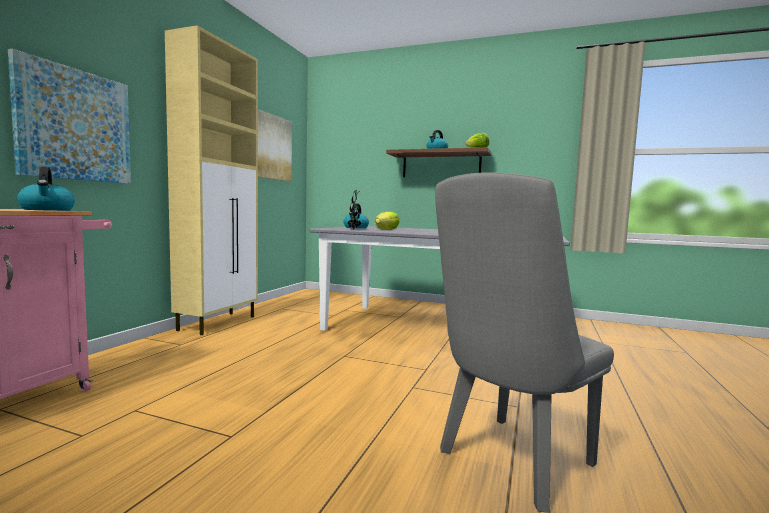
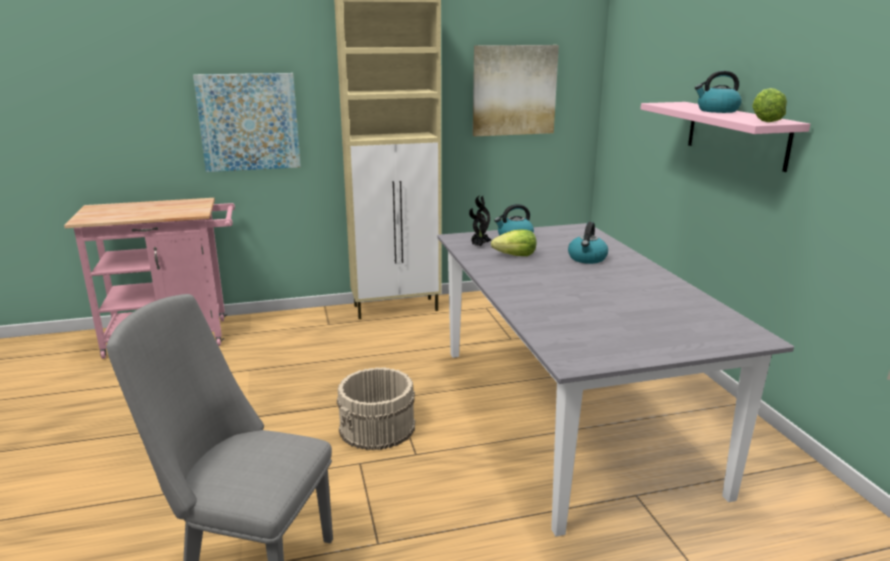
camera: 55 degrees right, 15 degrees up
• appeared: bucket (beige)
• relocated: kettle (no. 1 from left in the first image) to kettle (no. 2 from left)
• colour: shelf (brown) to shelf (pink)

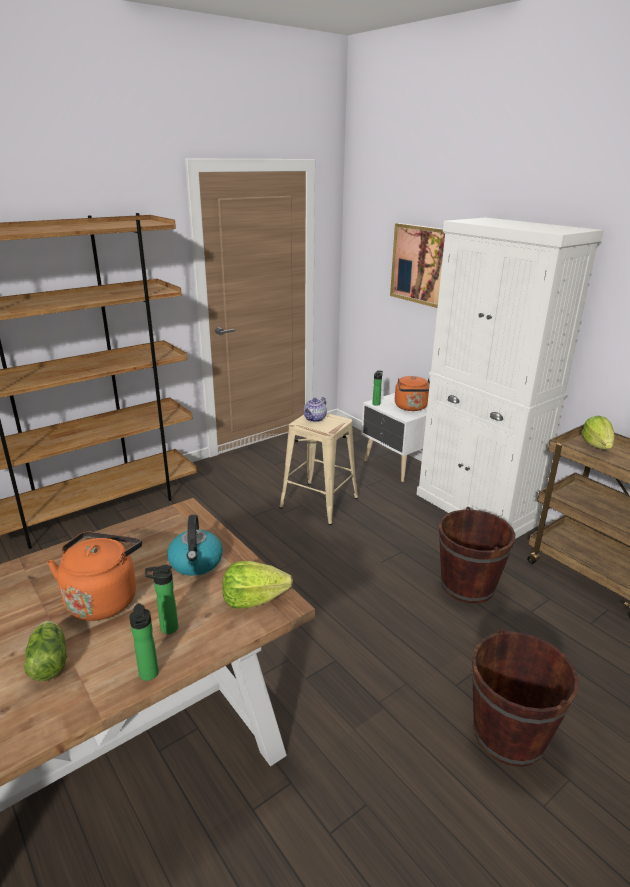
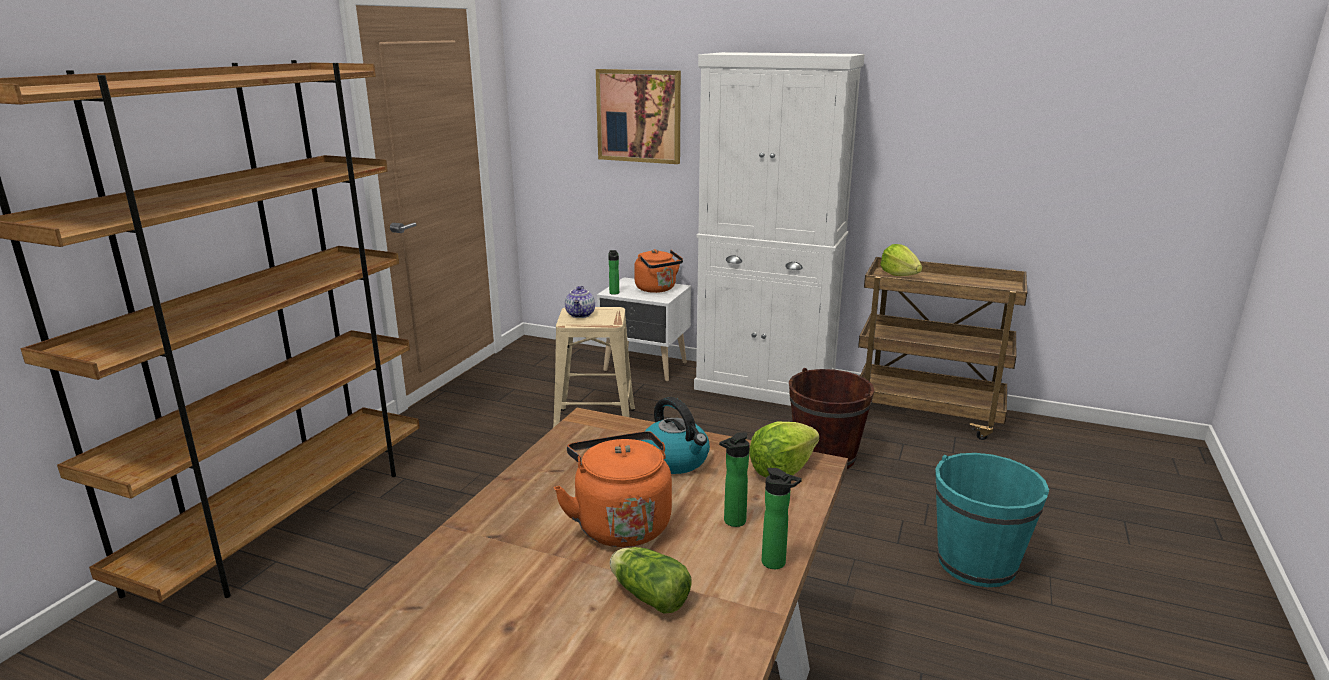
camera: 30 degrees left, 5 degrees down
• colour: bucket (brown) (no. 2 from left) to bucket (turquoise)

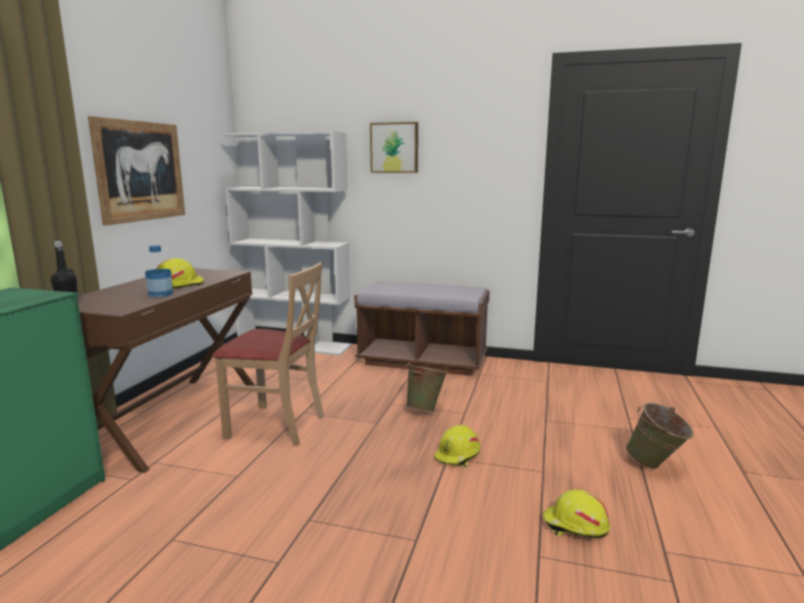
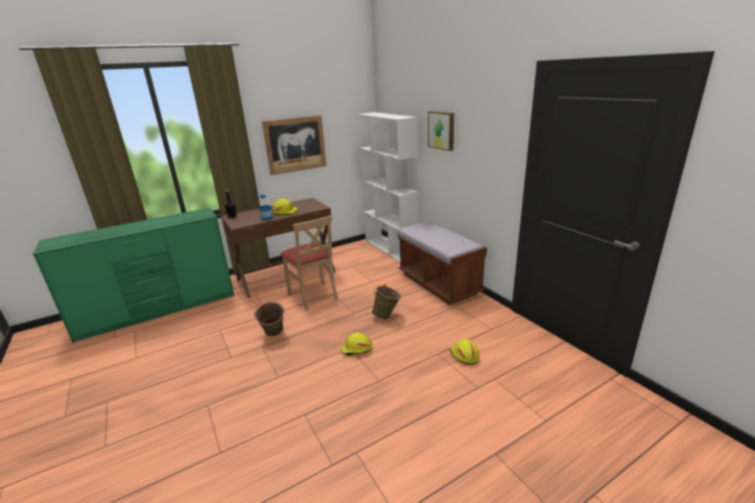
camera: 45 degrees right, 10 degrees up
• relocated: hard hat (yellow) (no. 3 from left)
• relocated: bucket (green) (no. 2 from left in the first image) to bucket (green) (no. 1 from left)

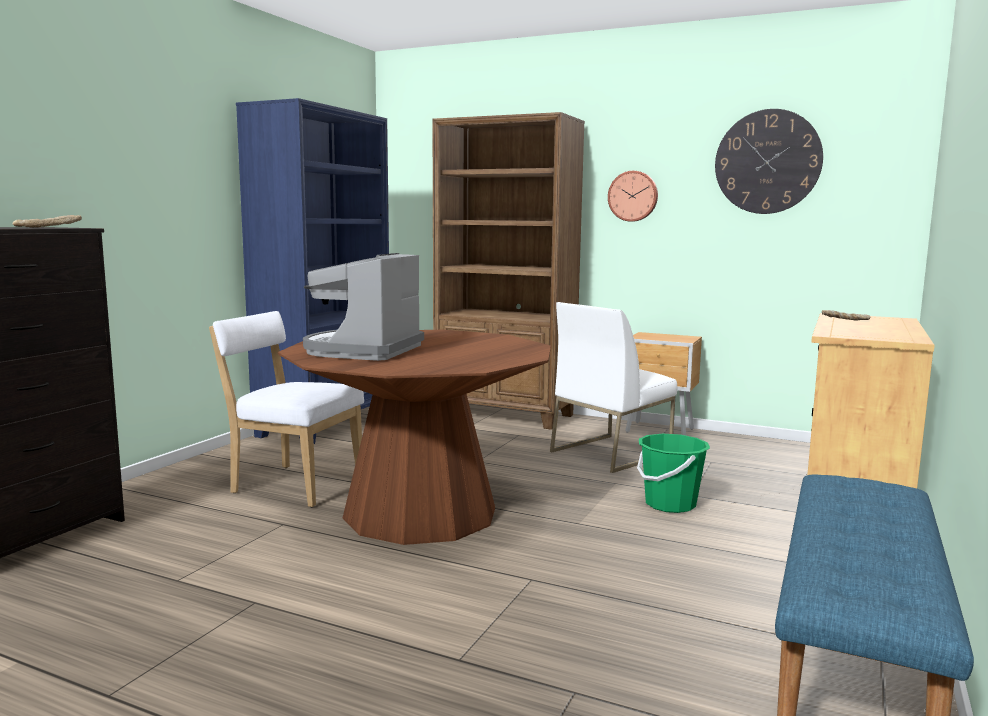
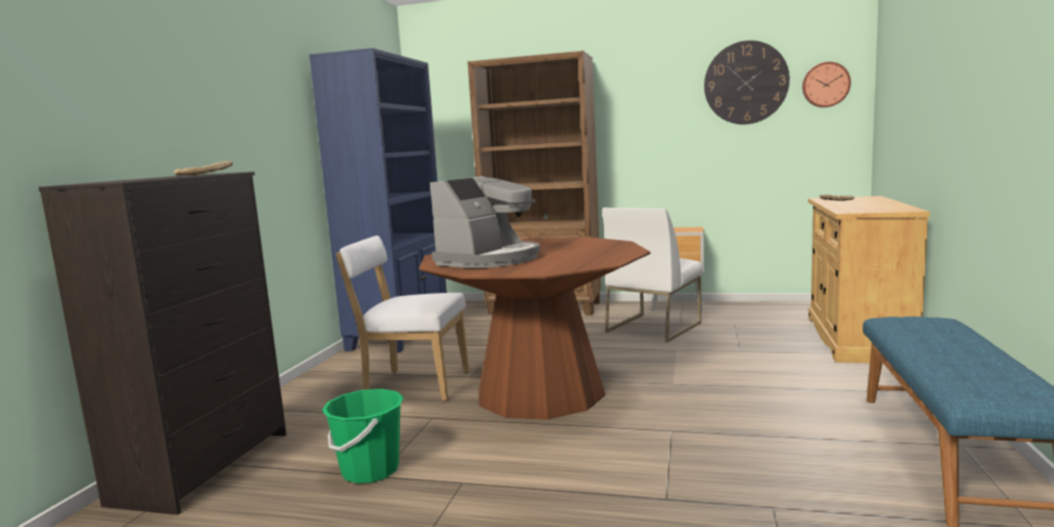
camera: 10 degrees left, 0 degrees up
• relocated: wall clock (no. 1 from left in the first image) to wall clock (no. 2 from left)
• relocated: bucket (green)
• spun: coffee machine 150 degrees counterclockwise

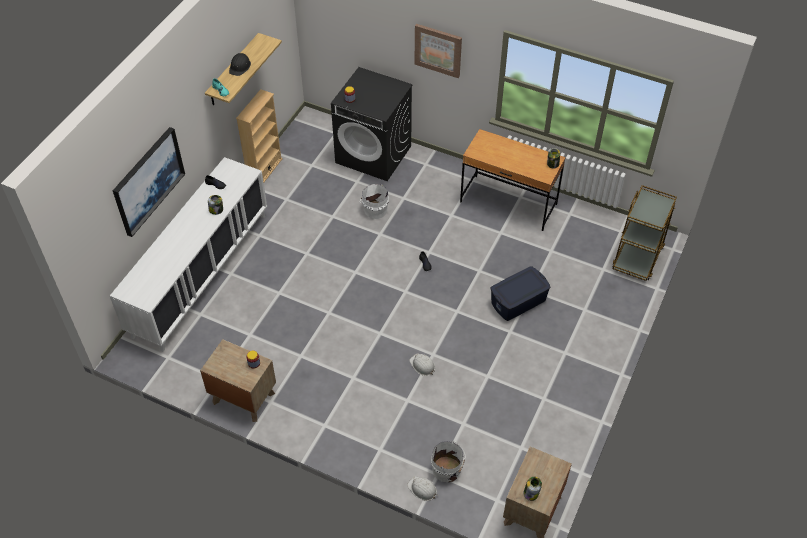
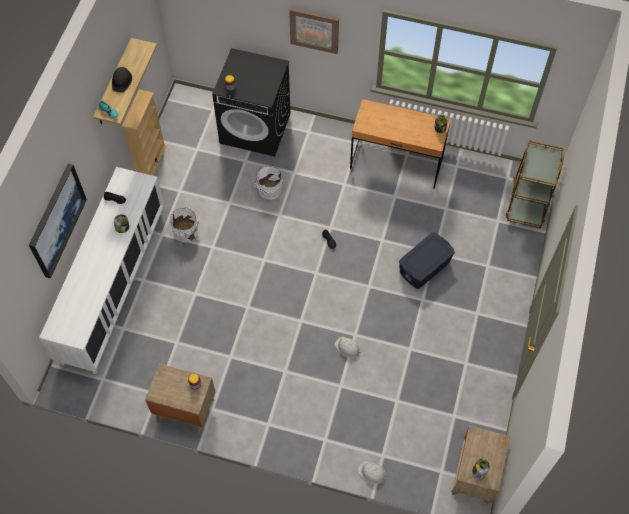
camera: 10 degrees left, 10 degrees up
• relocated: bucket (white) (no. 2 from left in the first image) to bucket (white) (no. 1 from left)

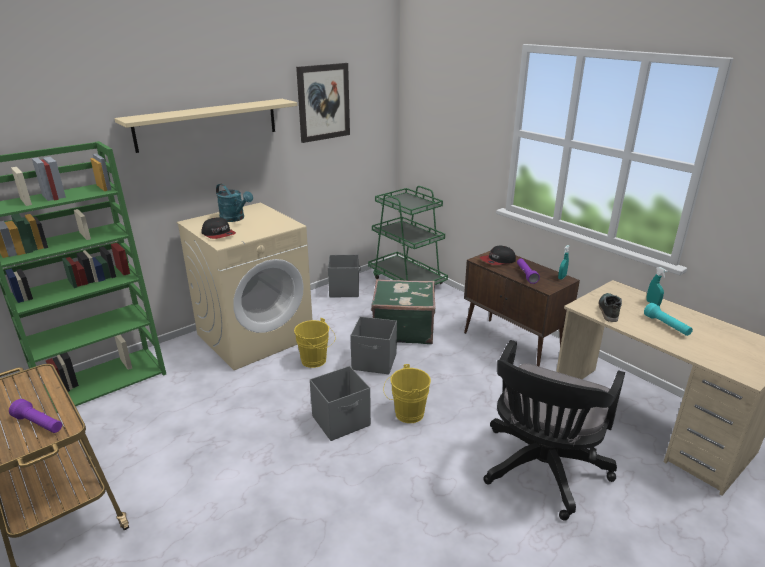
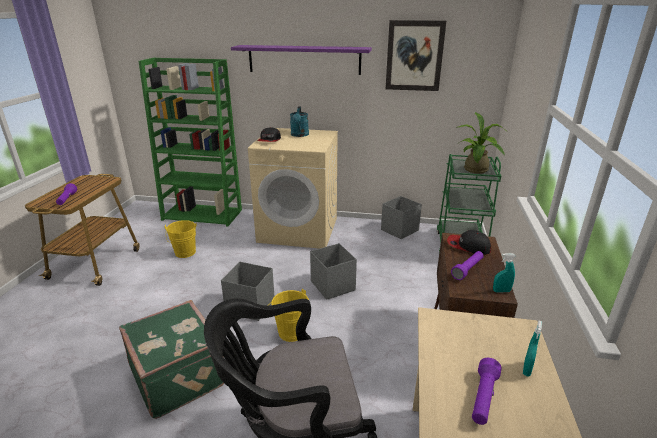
camera: 50 degrees right, 0 degrees up
• missing: shoe
• appeared: potted plant
• relocated: bucket (yellow) (no. 1 from left)
• relocated: suitcase (green)
• colour: shelf (beige) to shelf (purple)
• colour: flashlight (turquoise) to flashlight (purple) (no. 3 from left)

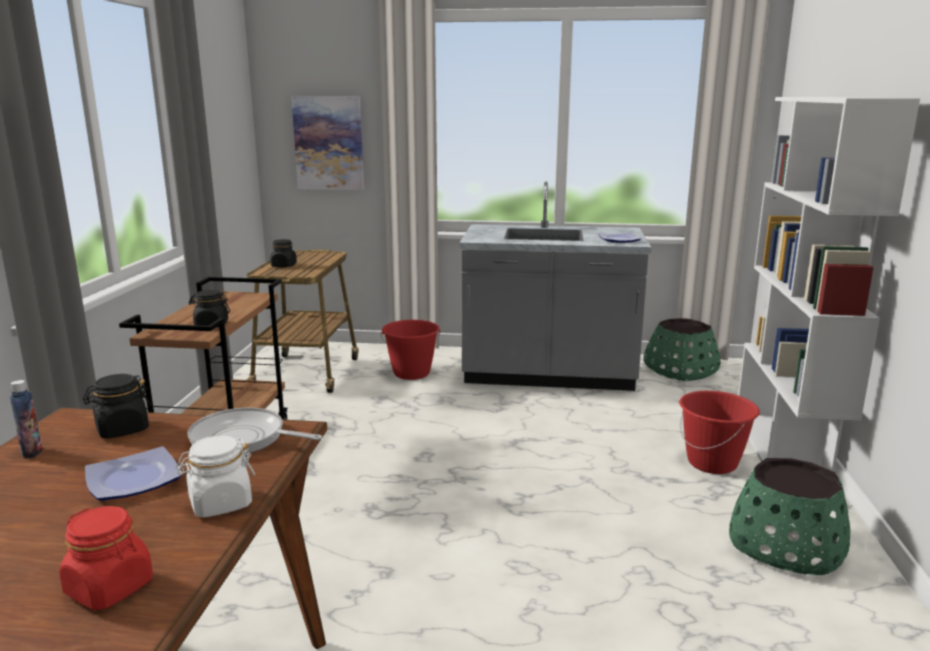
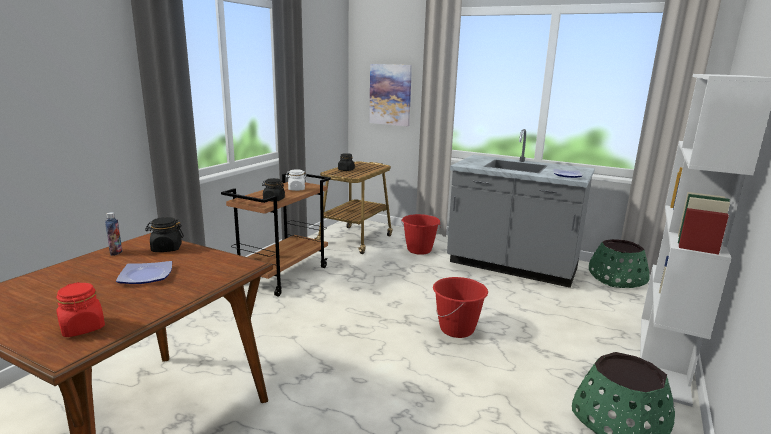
camera: 20 degrees right, 0 degrees up
• missing: frying pan
• relocated: jar (white)
• relocated: bucket (red) (no. 2 from left)

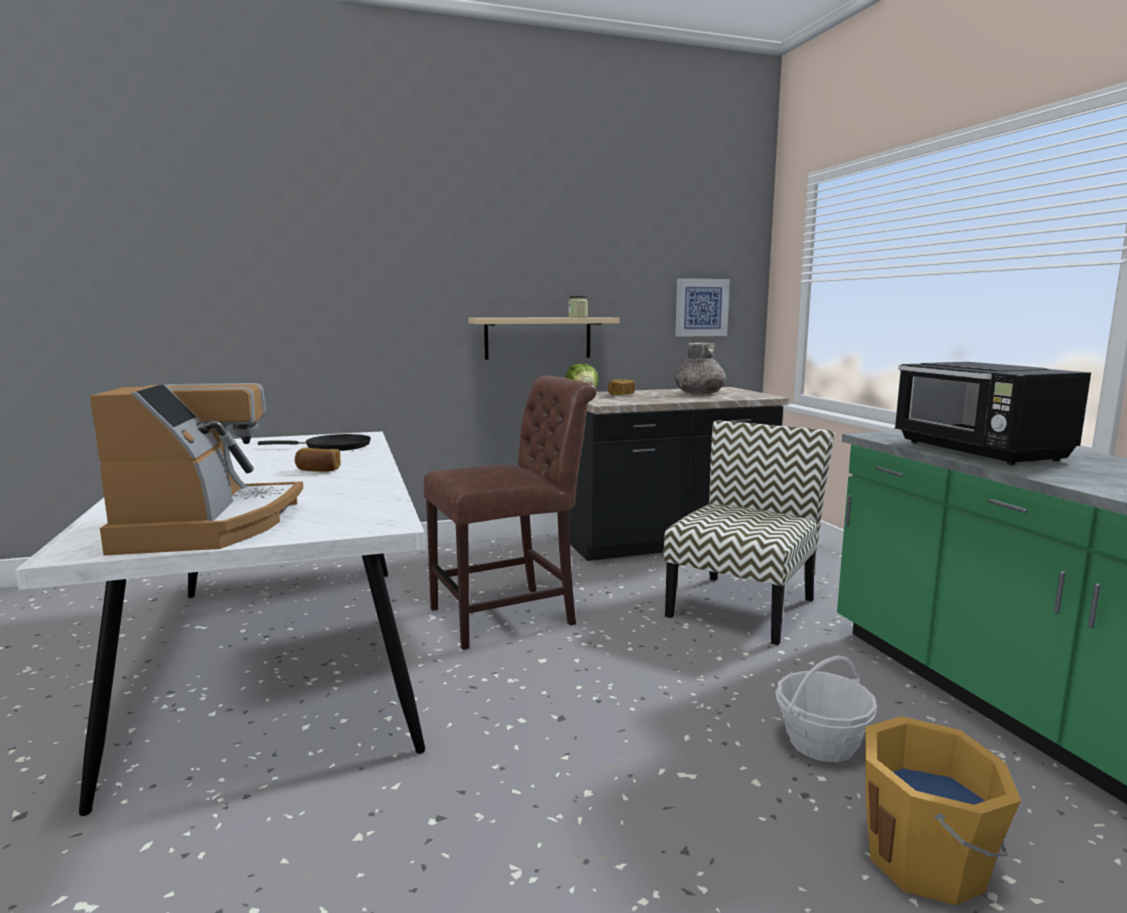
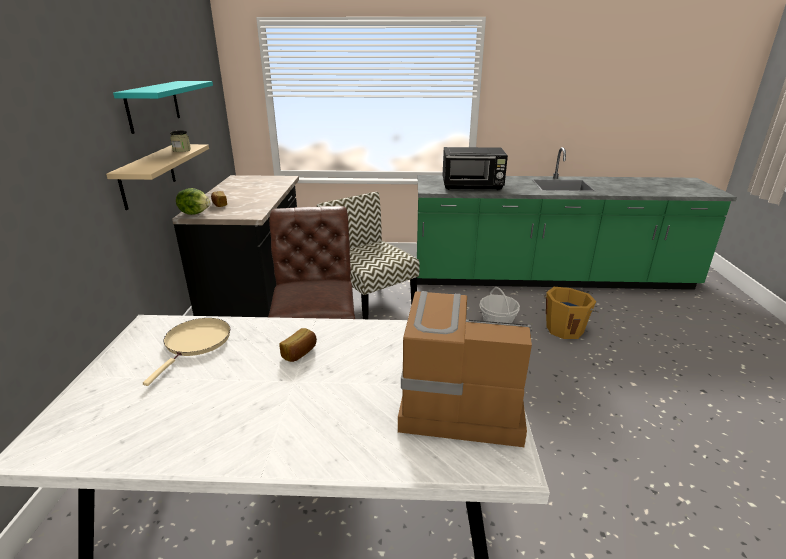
camera: 70 degrees left, 15 degrees up
• missing: picture
• missing: vase (grey)
• appeared: shelf (turquoise)
• colour: frying pan (black) to frying pan (beige)

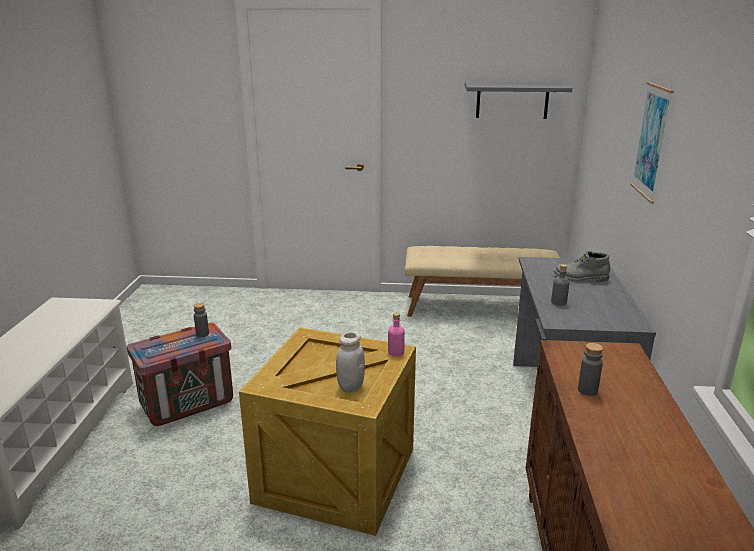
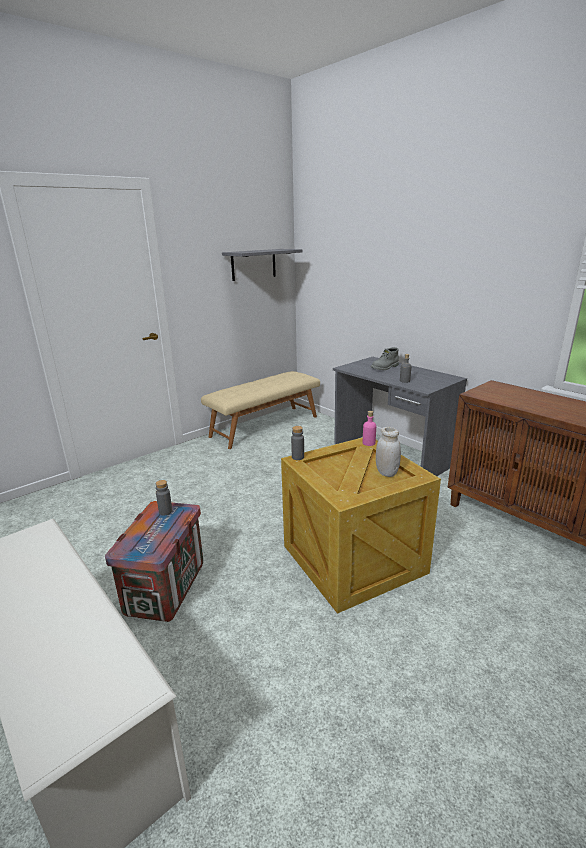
camera: 45 degrees left, 0 degrees up
• missing: picture
• relocated: bottle (grey) (no. 3 from left in the first image) to bottle (grey) (no. 2 from left)

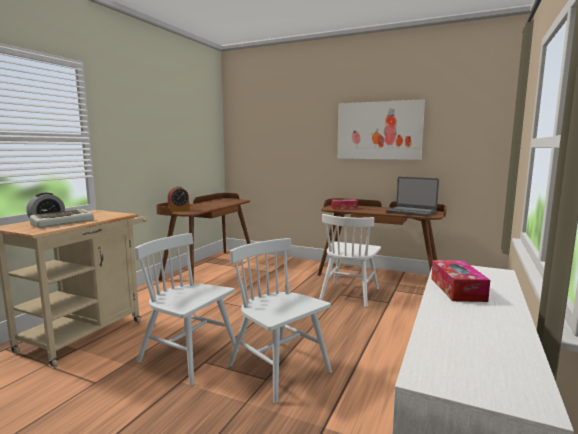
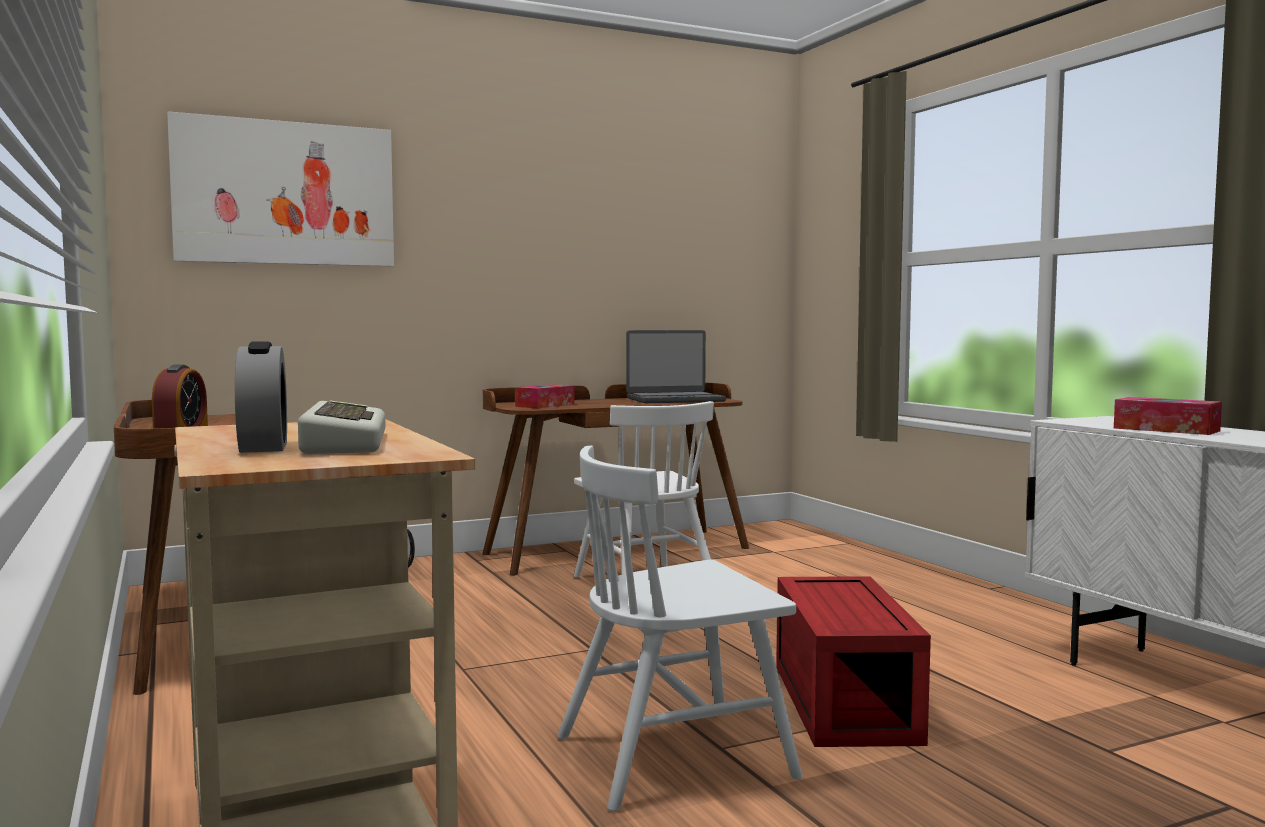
camera: 50 degrees left, 5 degrees down
• relocated: picture
• exchanged: chair (white) (no. 2 from left) to storage box (red)

